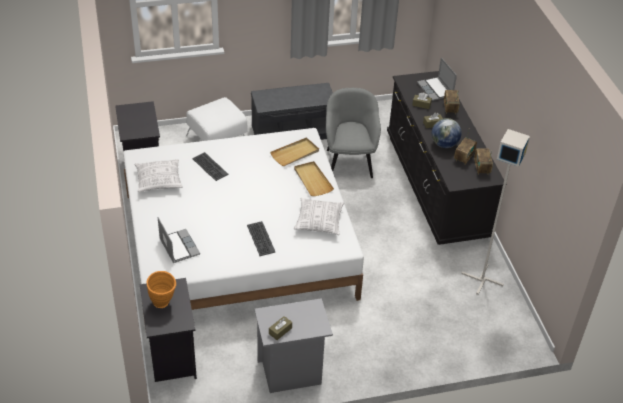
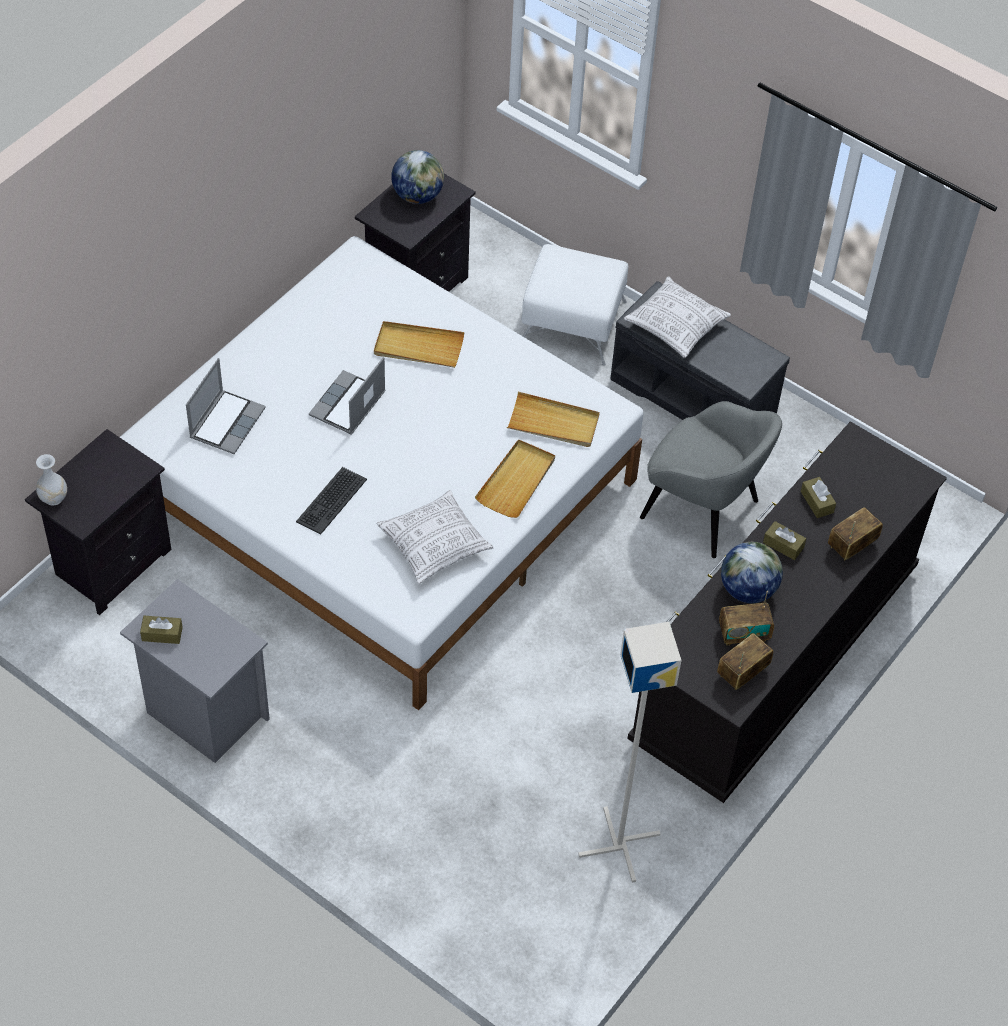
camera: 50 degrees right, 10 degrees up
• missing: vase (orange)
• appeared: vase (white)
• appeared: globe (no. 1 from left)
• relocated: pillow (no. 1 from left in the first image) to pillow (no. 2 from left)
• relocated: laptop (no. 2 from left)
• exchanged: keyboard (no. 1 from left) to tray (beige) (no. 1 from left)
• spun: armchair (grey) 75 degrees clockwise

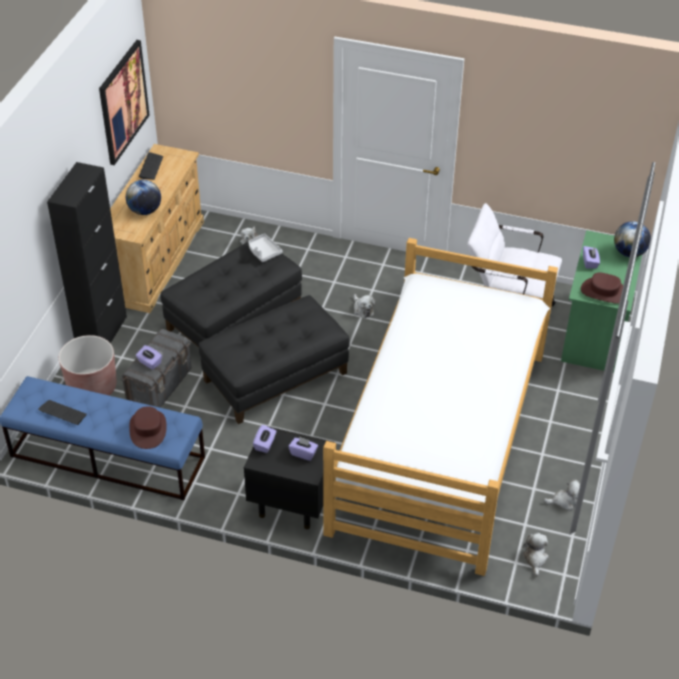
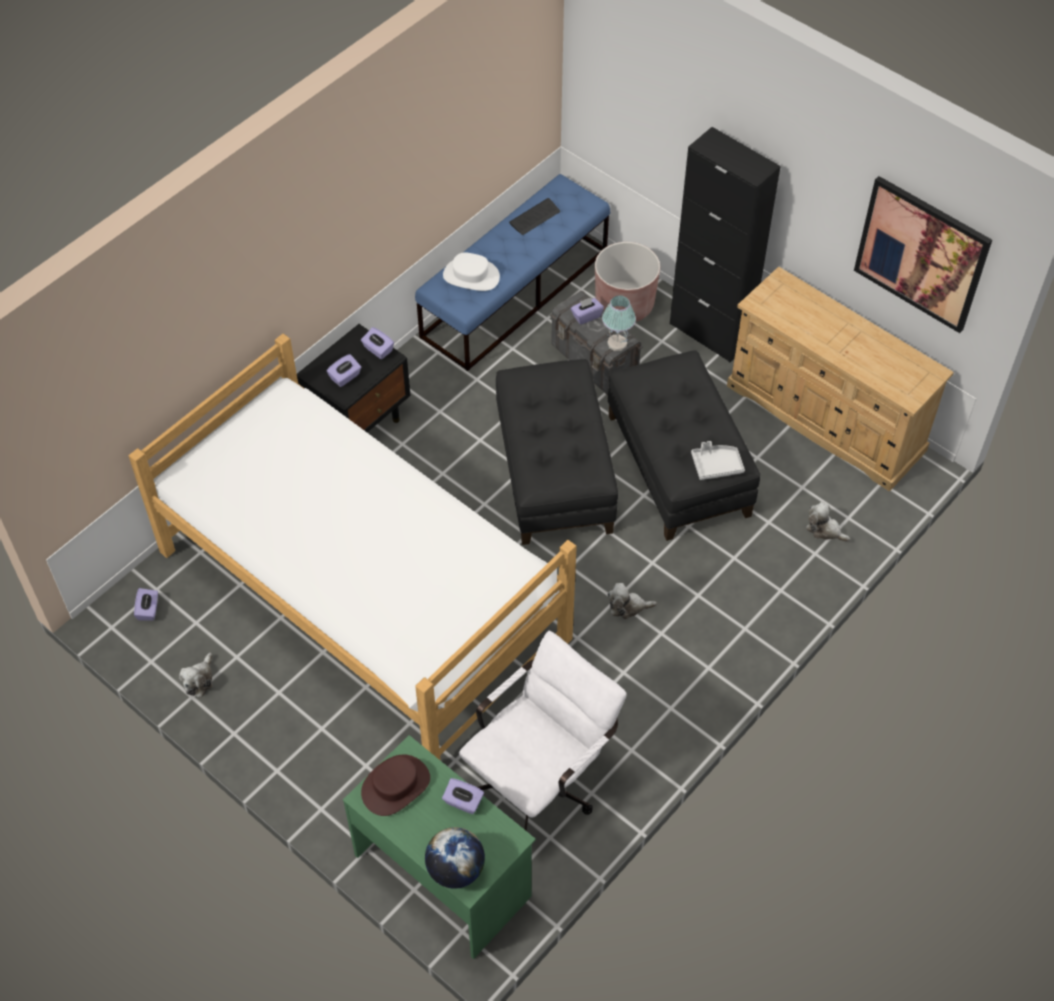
camera: 115 degrees right, 10 degrees up
• missing: globe (no. 1 from left)
• missing: keyboard (no. 2 from left)
• appeared: table lamp
• exchanged: plush toy (no. 3 from left) to tissue box (purple) (no. 1 from left)
• colour: hat (brown) (no. 1 from left) to hat (white)

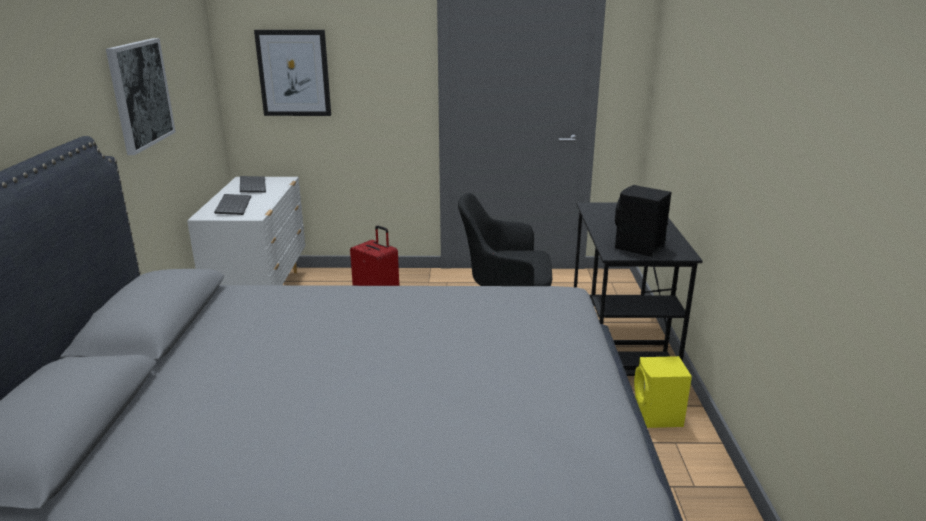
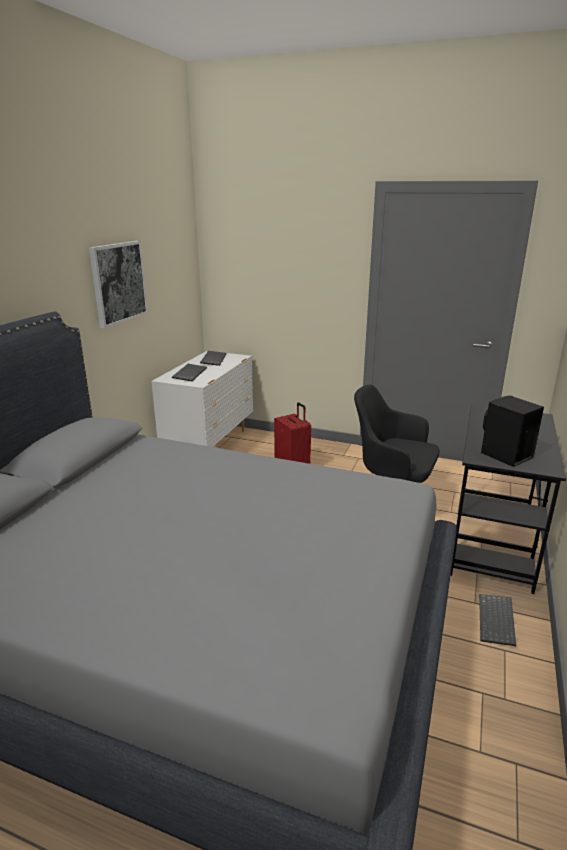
camera: 20 degrees right, 0 degrees up
• missing: picture (no. 2 from left)
• exchanged: speaker (yellow) to keyboard (no. 3 from left)

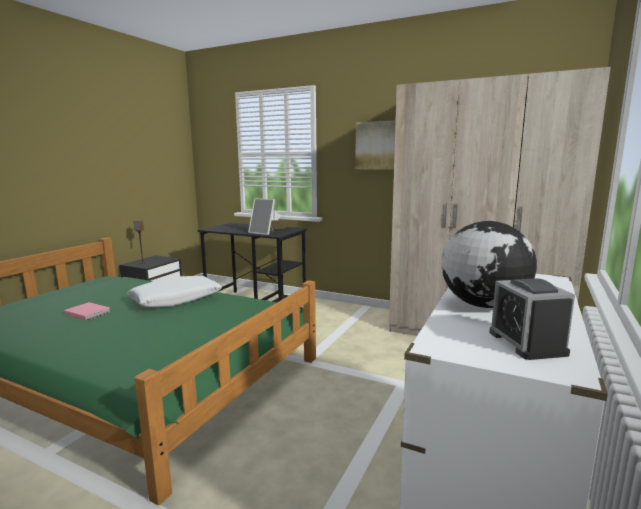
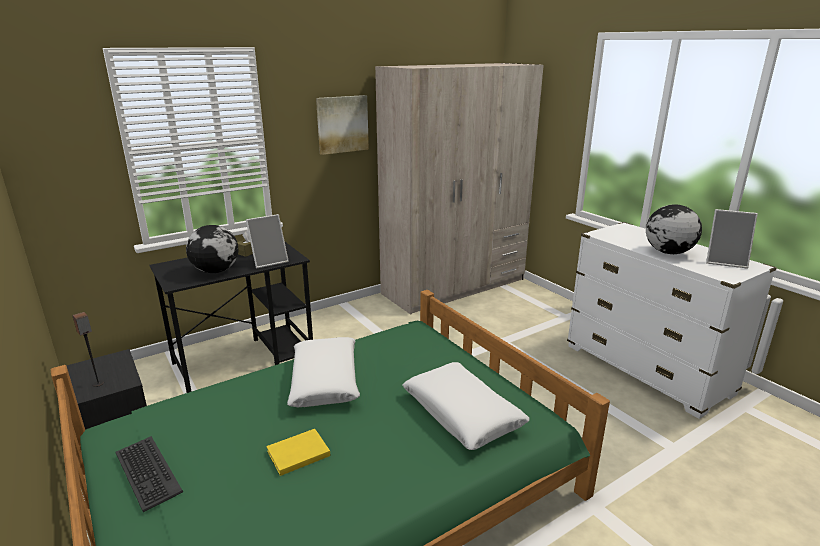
camera: 60 degrees left, 10 degrees up
• appeared: keyboard
• appeared: globe (no. 1 from left)
• appeared: pillow (white) (no. 2 from left)
• exchanged: alarm clock to picture frame (no. 2 from left)
• colour: book (pink) to book (yellow)

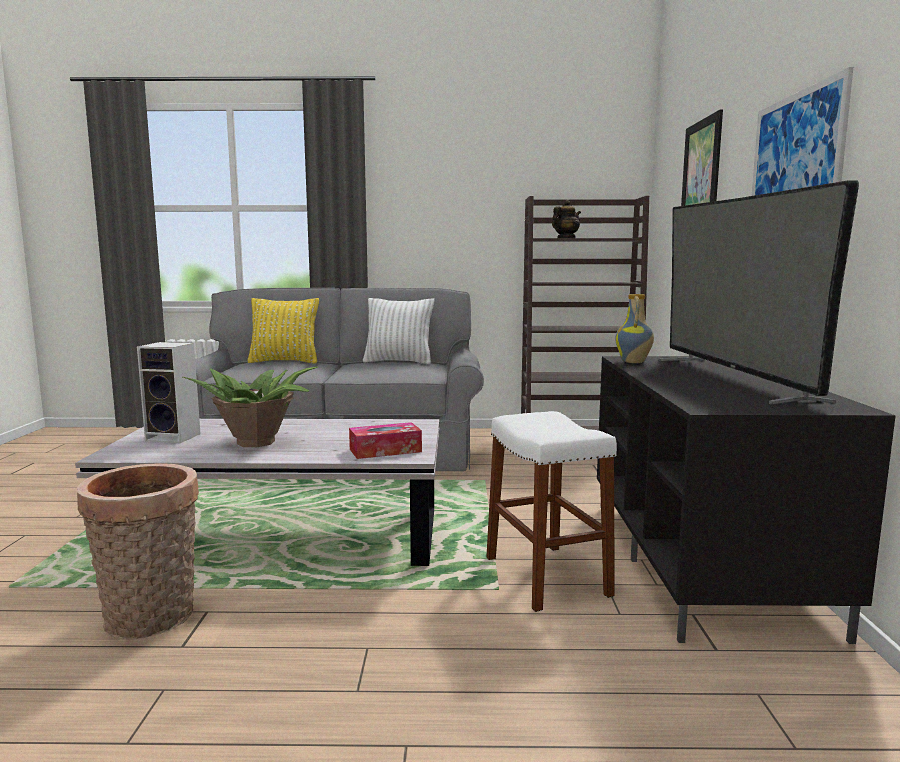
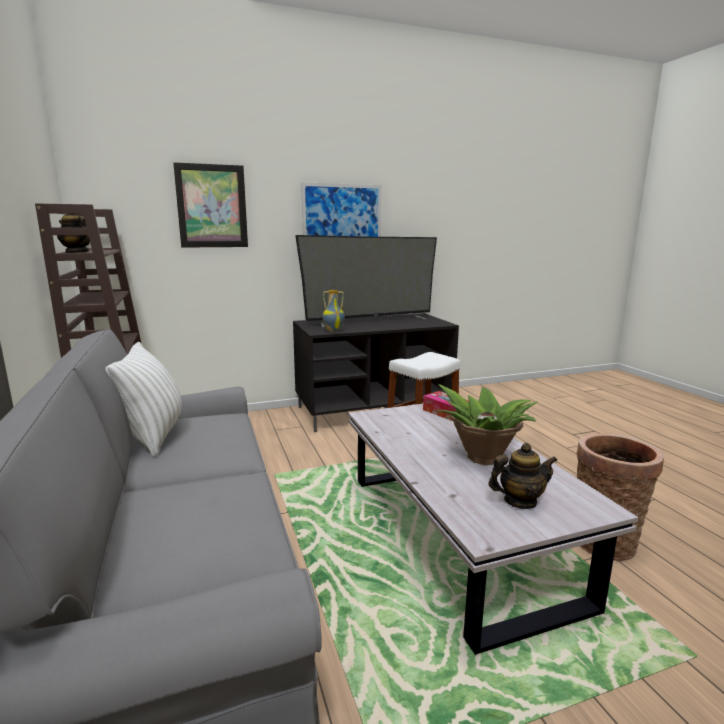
camera: 110 degrees left, 5 degrees up
• missing: pillow (yellow)
• exchanged: speaker to teapot (no. 2 from left)

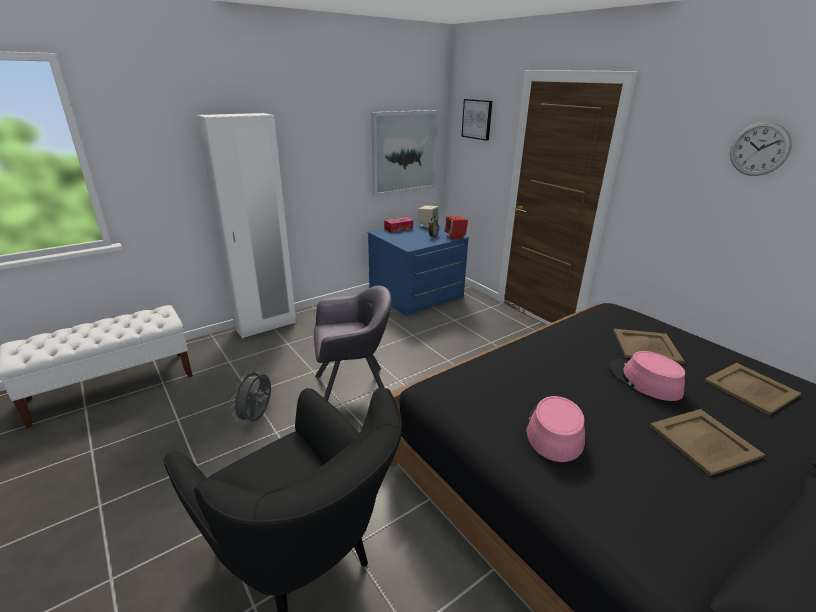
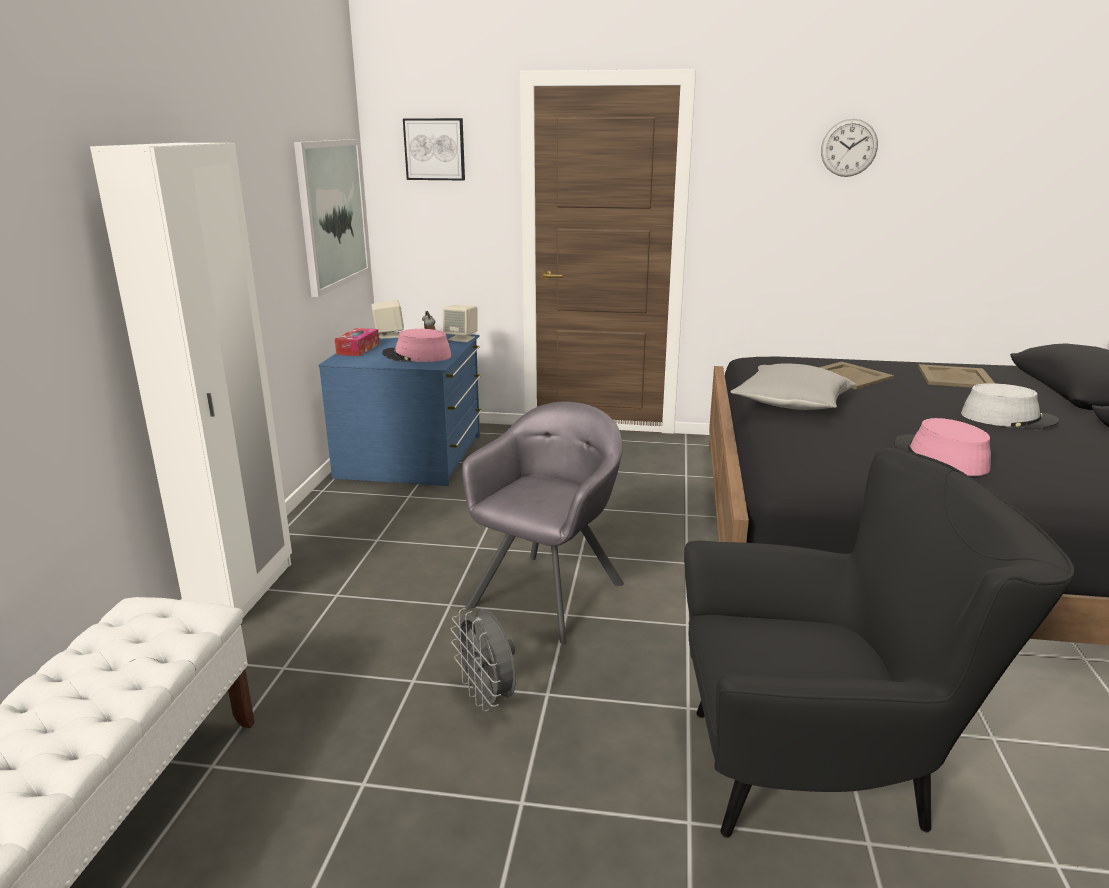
camera: 45 degrees left, 5 degrees down
• appeared: pillow (grey)
• relocated: hat (pink) (no. 2 from left in the first image) to hat (pink) (no. 1 from left)
• exchanged: tray (beige) (no. 2 from left) to hat (grey)
• colour: speaker (red) to speaker (beige) (no. 2 from left)

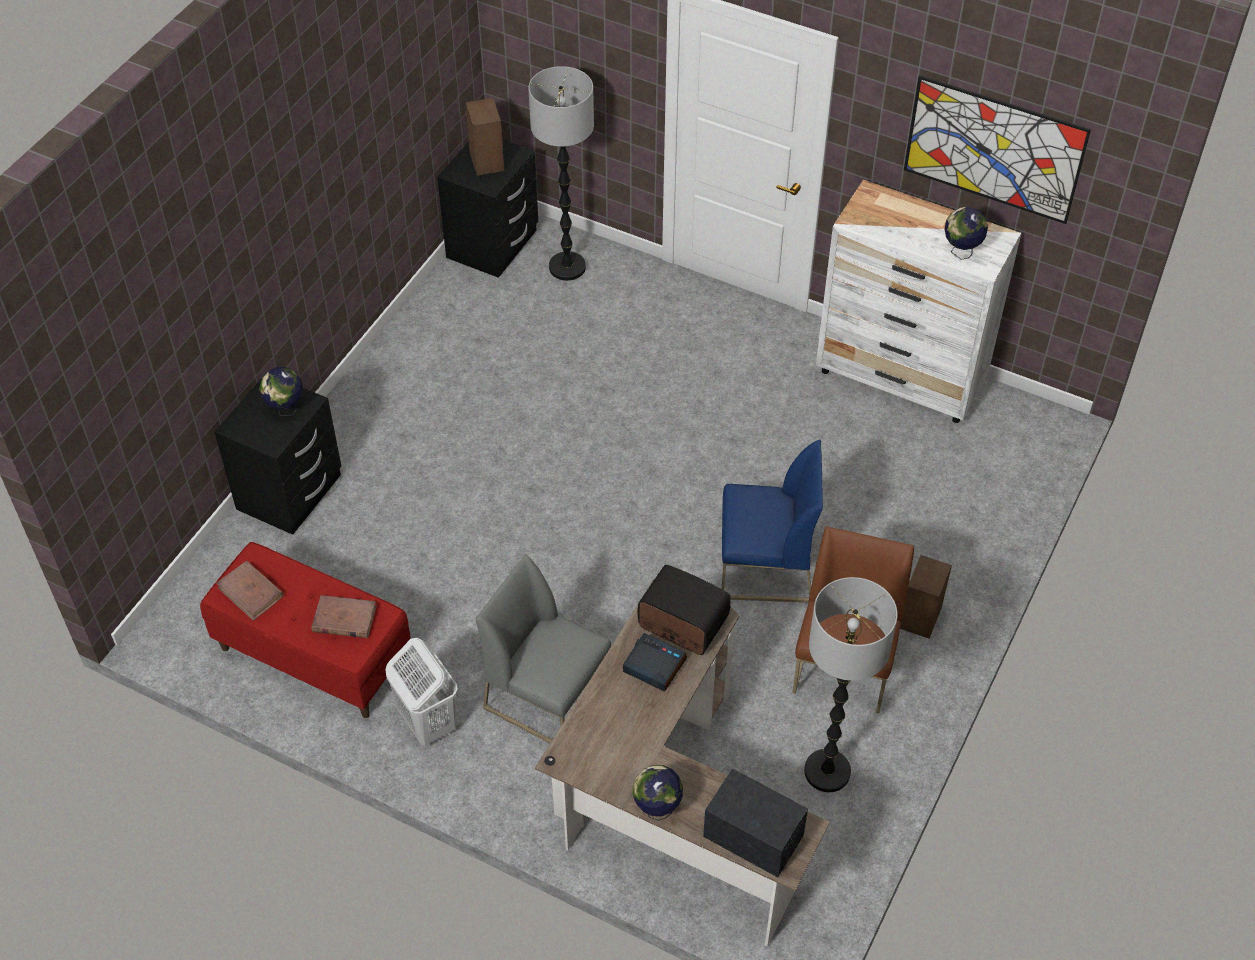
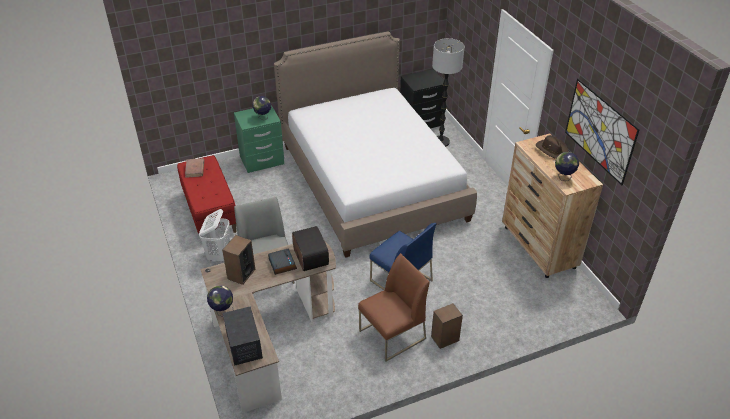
camera: 40 degrees right, 10 degrees down
• missing: book (brown) (no. 2 from left)
• missing: floor lamp (no. 2 from left)
• appeared: bed
• appeared: hat (brown)
• relocated: speaker (no. 1 from left)
• colour: nightstand (black) (no. 1 from left) to nightstand (green)
• colour: dresser (white) to dresser (brown)

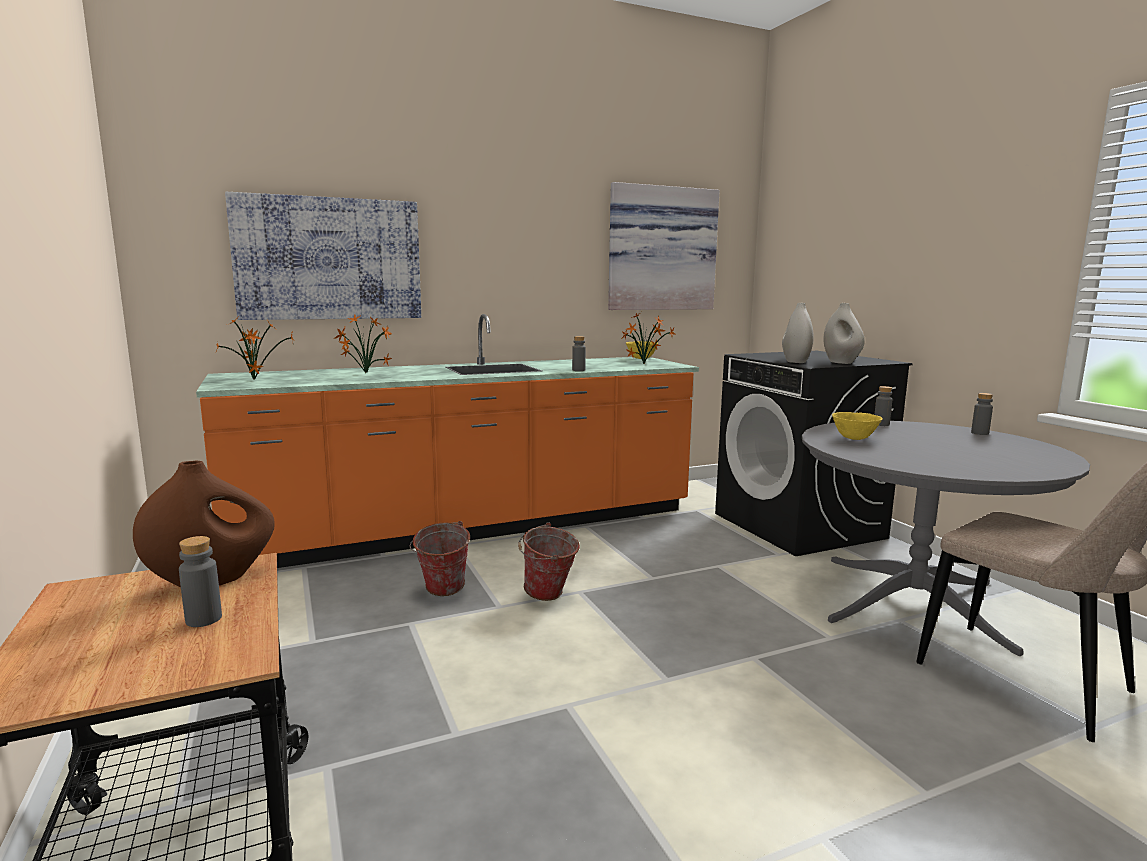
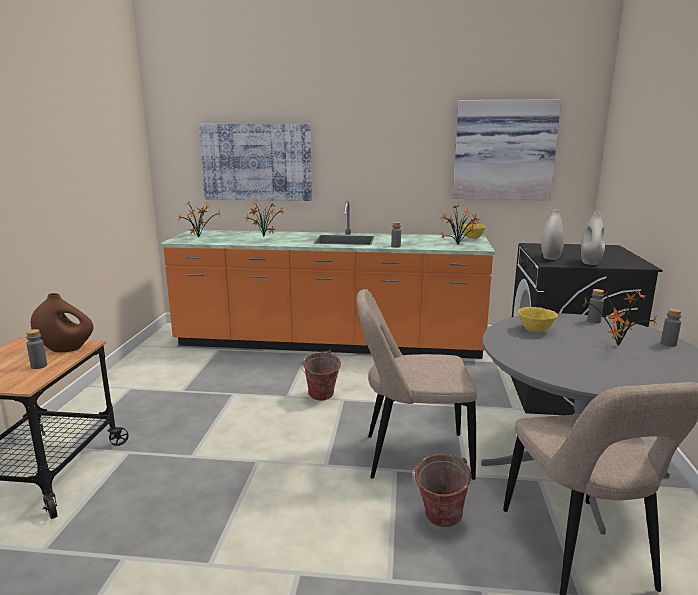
camera: 30 degrees right, 5 degrees up
• appeared: chair (beige) (no. 1 from left)
• appeared: potted plant (no. 4 from left)
• relocated: bucket (no. 1 from left in the first image) to bucket (no. 2 from left)

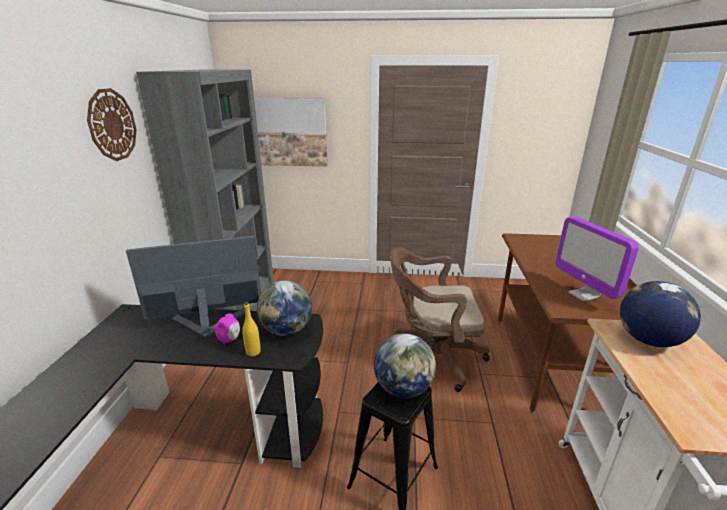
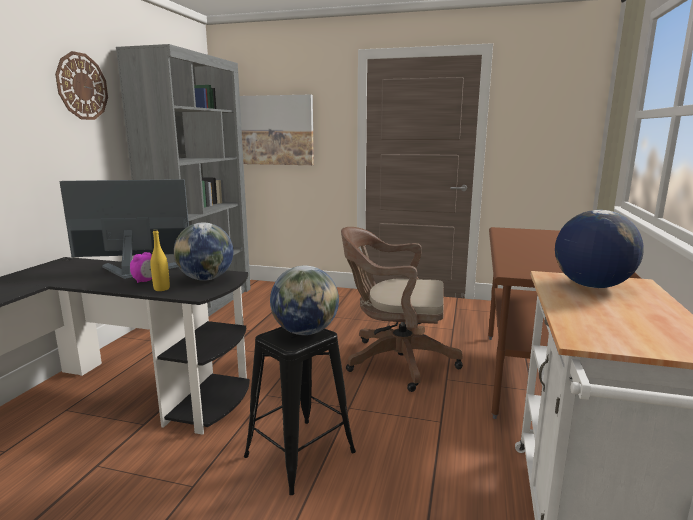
camera: 10 degrees right, 10 degrees down
• missing: monitor (no. 2 from left)

